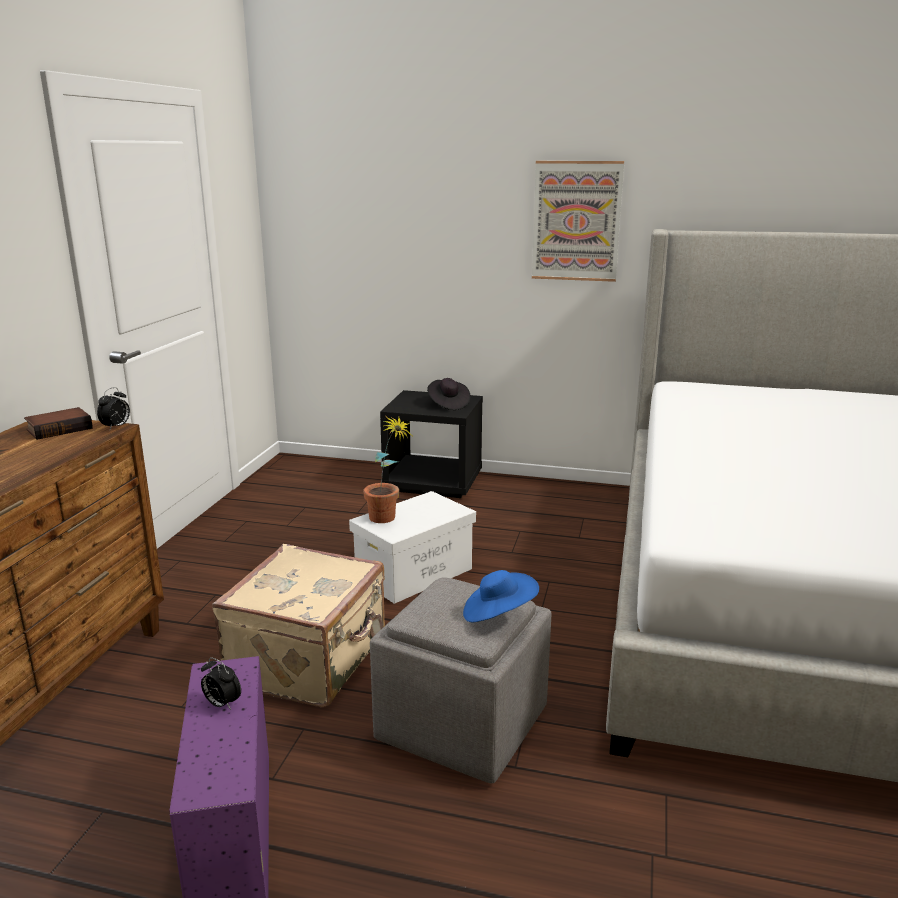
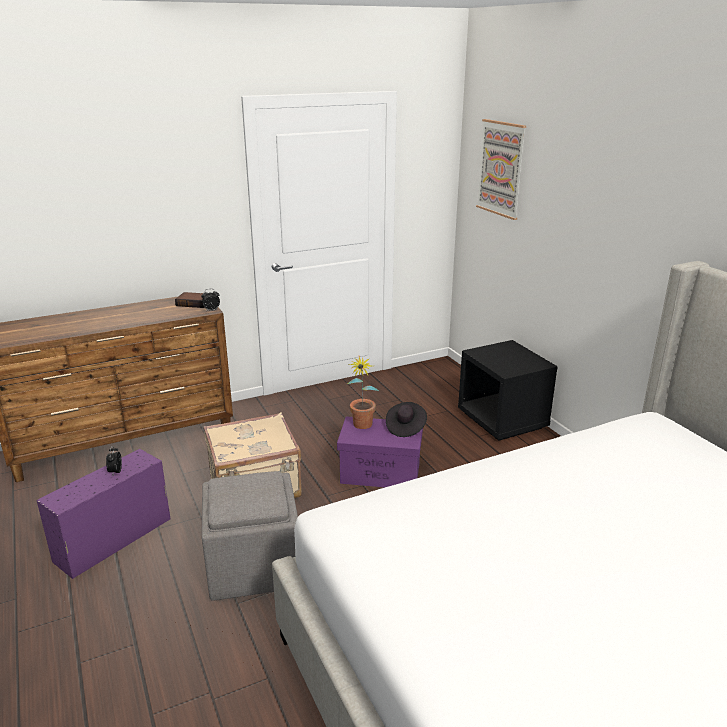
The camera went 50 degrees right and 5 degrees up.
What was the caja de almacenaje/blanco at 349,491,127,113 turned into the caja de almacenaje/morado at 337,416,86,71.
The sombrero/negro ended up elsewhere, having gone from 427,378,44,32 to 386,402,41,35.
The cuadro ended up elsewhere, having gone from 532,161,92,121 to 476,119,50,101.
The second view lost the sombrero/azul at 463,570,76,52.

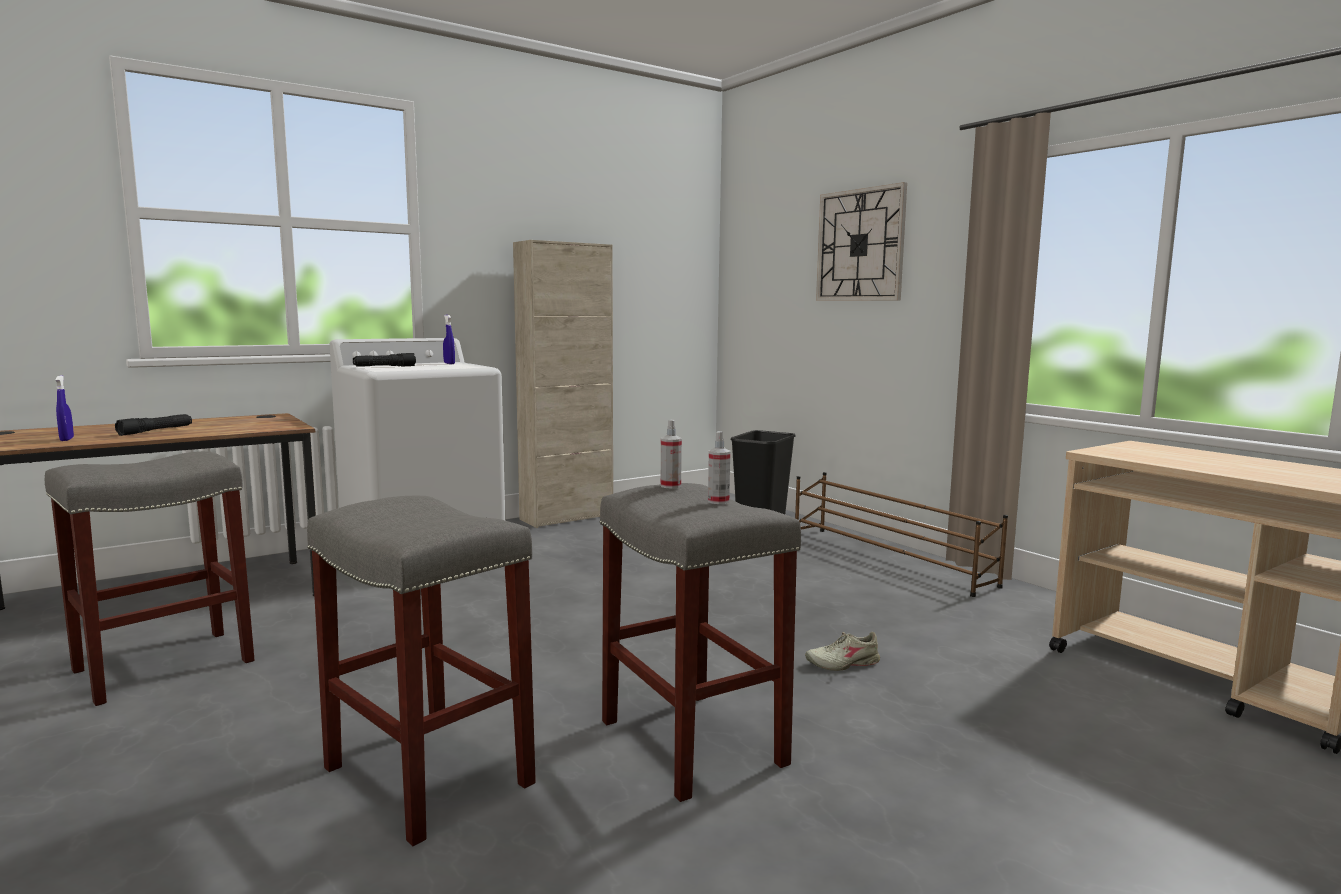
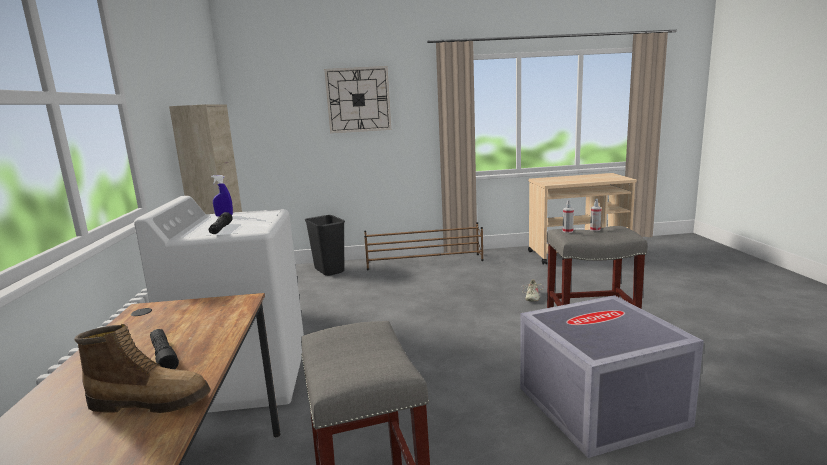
The camera went 60 degrees left and 5 degrees up.
Where the pulverizador/azul stood at 56,375,18,66, the bota came to stand at 74,324,137,89.
Where the taburete/gris stood at 307,496,229,350, the caja de almacenaje/gris came to stand at 520,295,184,163.

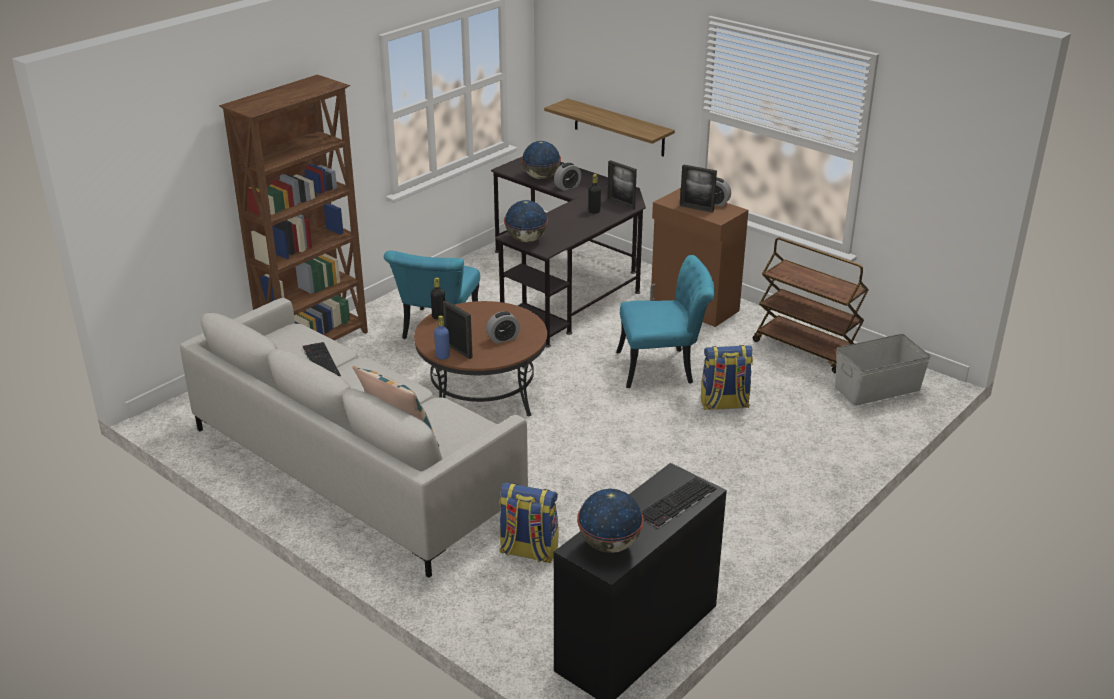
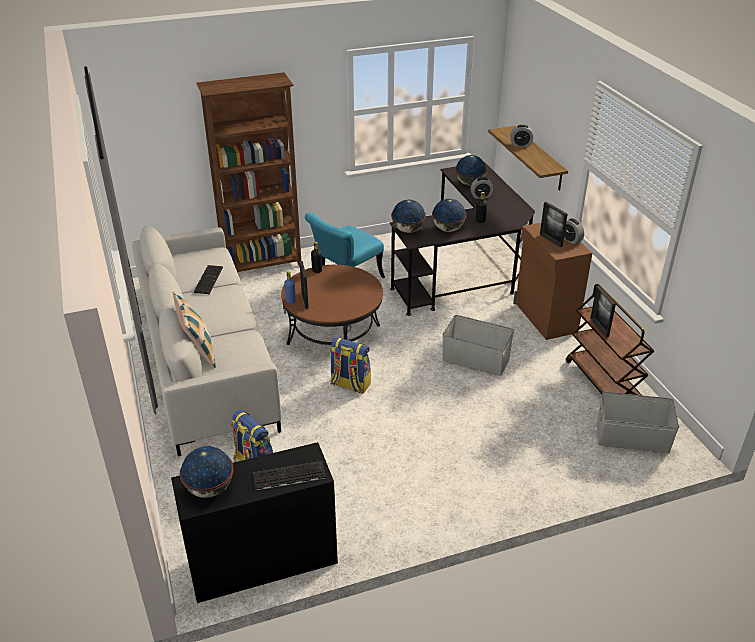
The camera went 30 degrees right and 5 degrees up.
The mochila ended up elsewhere, having gone from 701,345,52,65 to 330,337,41,57.
The second view gained the globo terráqueo at 432,199,35,33.
Where the silla/turquesa stood at 616,255,99,133, the caja de almacenaje/gris came to stand at 442,315,72,61.
The despertador ended up elsewhere, having gone from 486,311,34,33 to 510,125,23,22.
The portarretratos ended up elsewhere, having gone from 607,160,30,50 to 590,286,26,51.

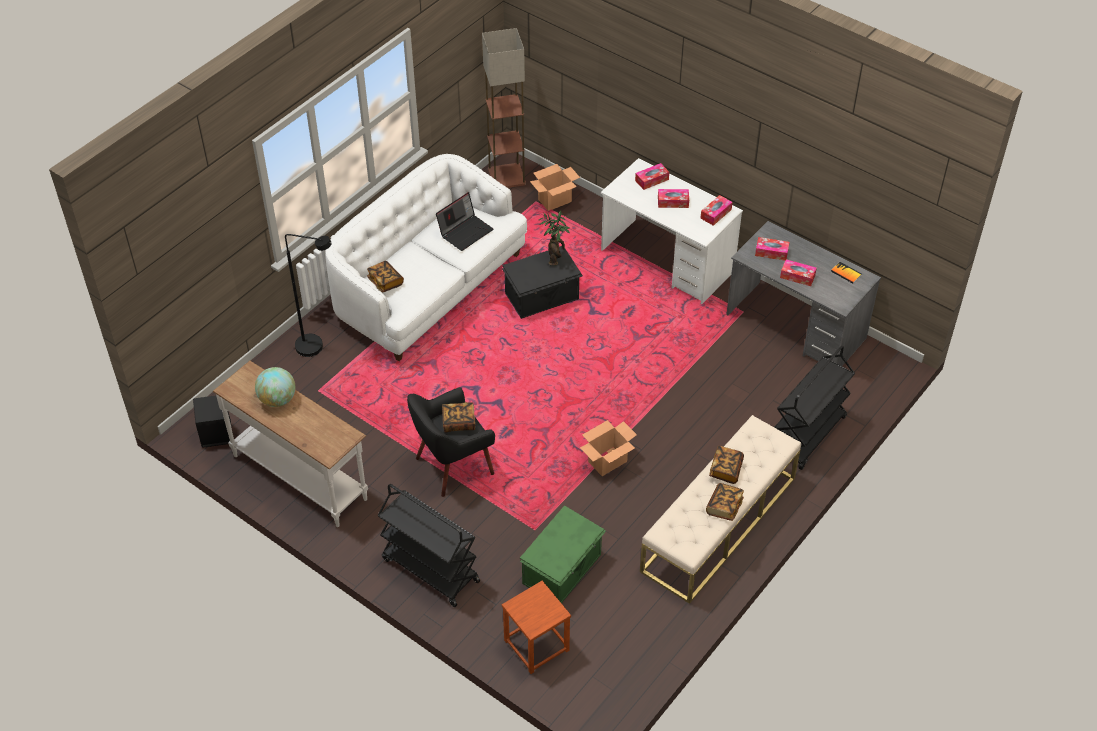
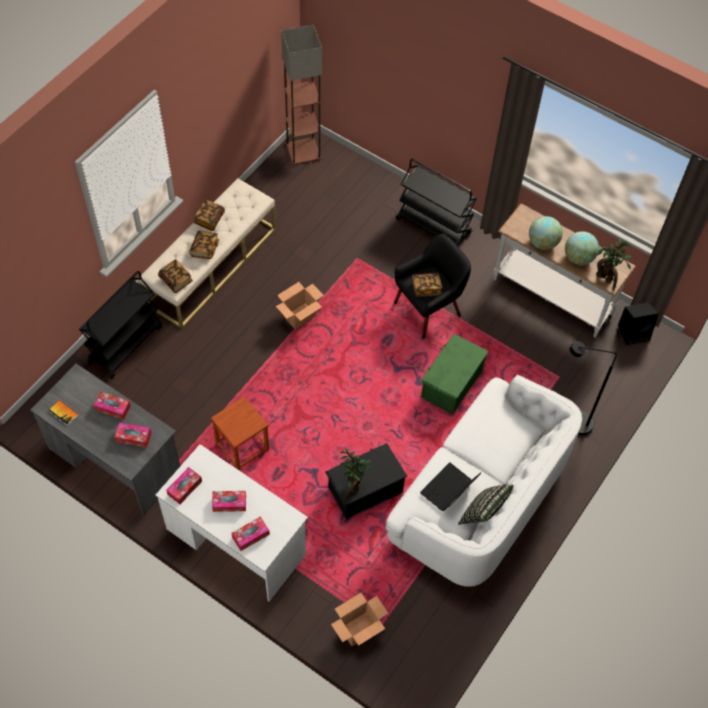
The camera went 175 degrees right and 10 degrees up.
The libro ended up elsewhere, having gone from 367,261,37,31 to 158,259,35,34.
The taburete/marrón ended up elsewhere, having gone from 502,581,69,93 to 211,396,58,74.
The lámpara de pie ended up elsewhere, having gone from 482,28,44,160 to 281,25,41,140.
The caja de almacenaje/verde ended up elsewhere, having gone from 520,505,86,98 to 420,334,69,81.
The second view gained the cojín at 458,484,55,41.
The second view gained the globo terráqueo at 529,216,34,34.
The second view gained the planta en maceta at 596,239,36,52.

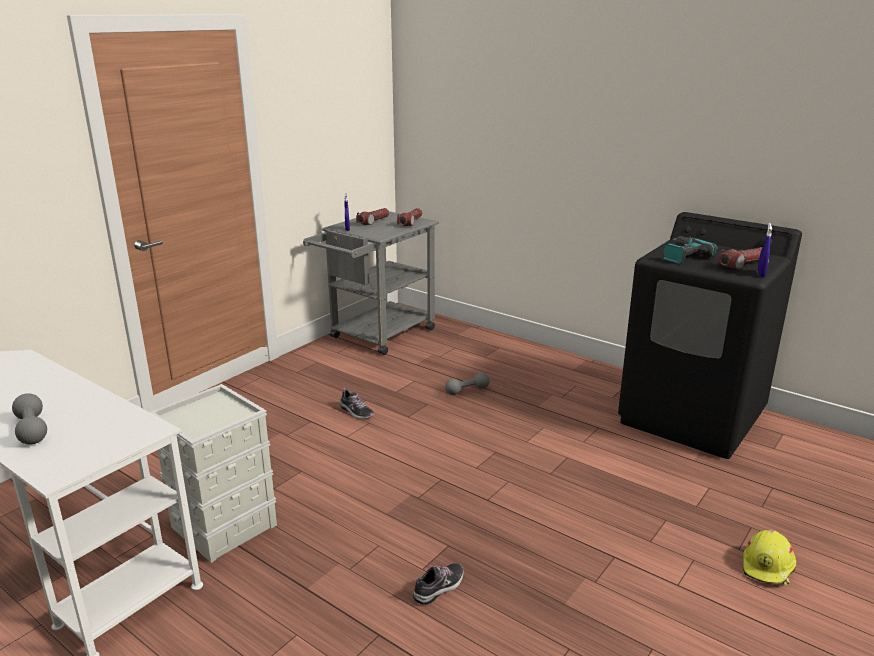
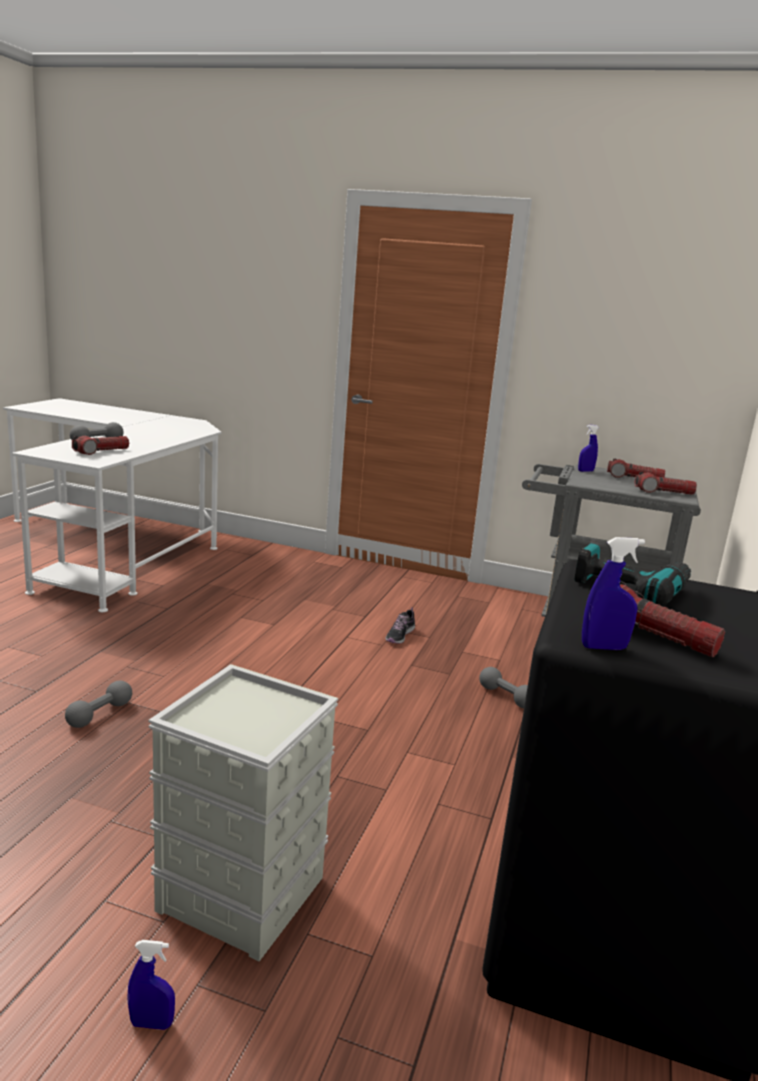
The camera went 70 degrees right and 5 degrees down.
Where the zapato stood at 413,563,51,41, the mancuerna/gris came to stand at 65,681,67,47.
The second view gained the linterna at 72,436,57,19.
Where the casco/amarillo stood at 743,530,53,55, the pulverizador/azul came to stand at 127,940,48,90.
The caja de almacenaje/gris ended up elsewhere, having gone from 150,384,127,179 to 149,664,189,297.

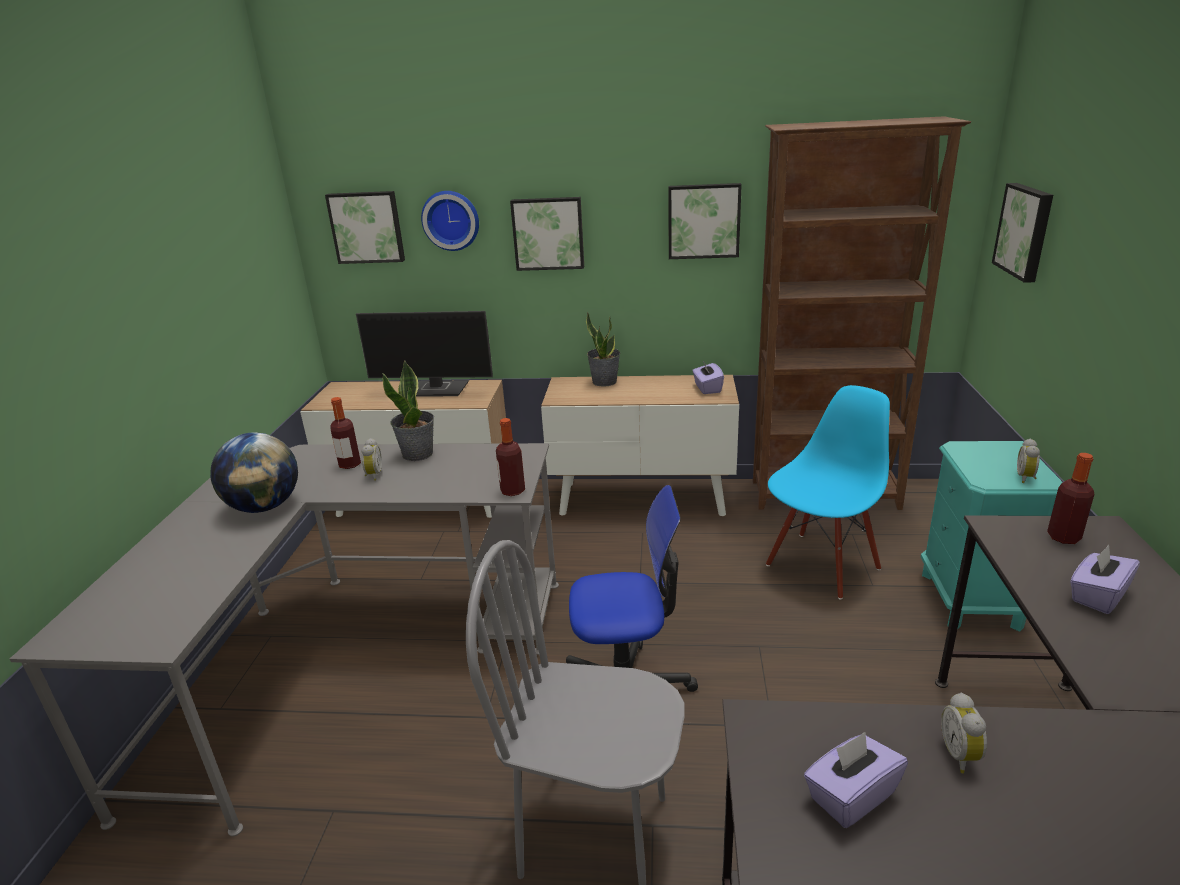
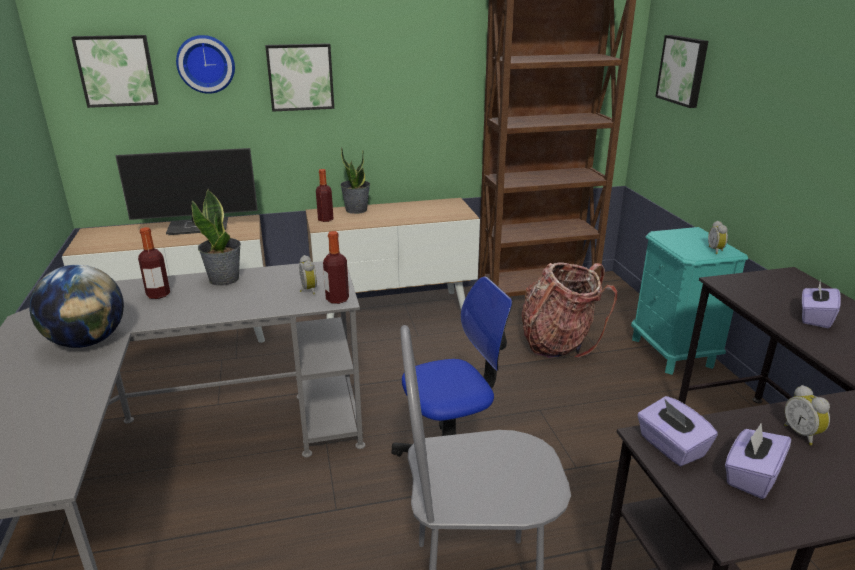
The camera went 20 degrees left and 0 degrees up.
The despertador ended up elsewhere, having gone from 362,438,20,43 to 299,255,18,40.
The botella ended up elsewhere, having gone from 1047,453,47,91 to 316,169,18,53.
Where the silla/azul stood at 766,385,124,215, the mochila came to stand at 522,262,95,96.
The caja de pañuelos/morado ended up elsewhere, having gone from 692,361,32,33 to 637,396,81,70.
The second view lost the cuadro at 668,183,74,76.

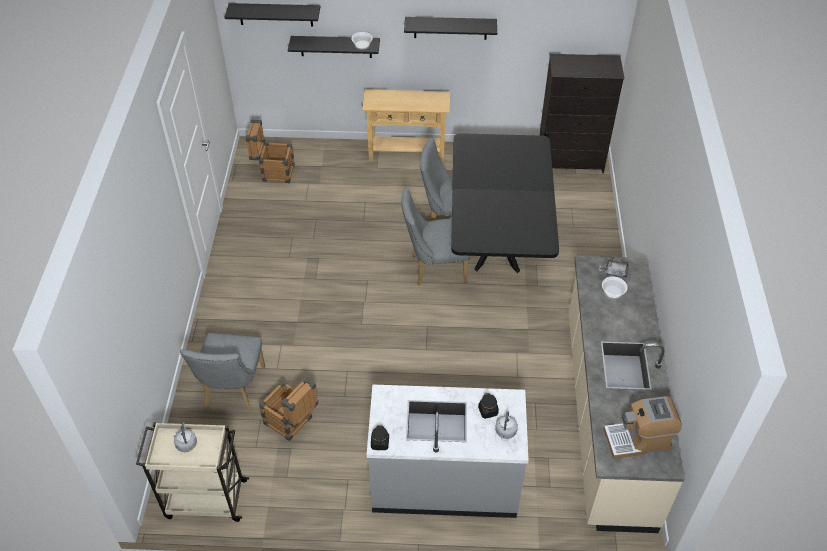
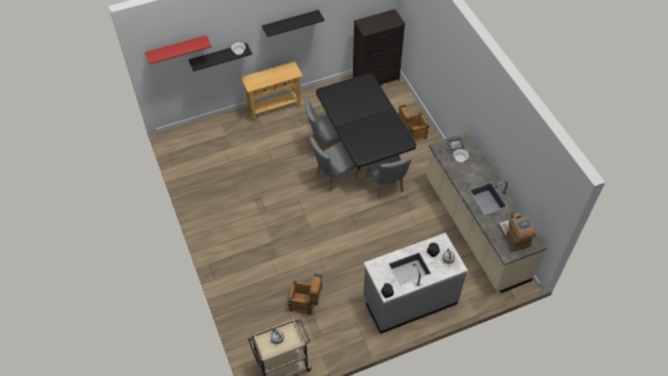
The camera went 25 degrees left and 5 degrees up.
What was the estante/negro at 225,3,95,24 turned into the estante/rojo at 145,35,67,29.
The silla/gris ended up elsewhere, having gone from 180,333,85,78 to 366,155,46,44.
The caja de embalaje ended up elsewhere, having gone from 246,119,49,64 to 399,104,30,37.
The cafetera at 603,396,79,63 ended up facing another way, 105 degrees clockwise from before.

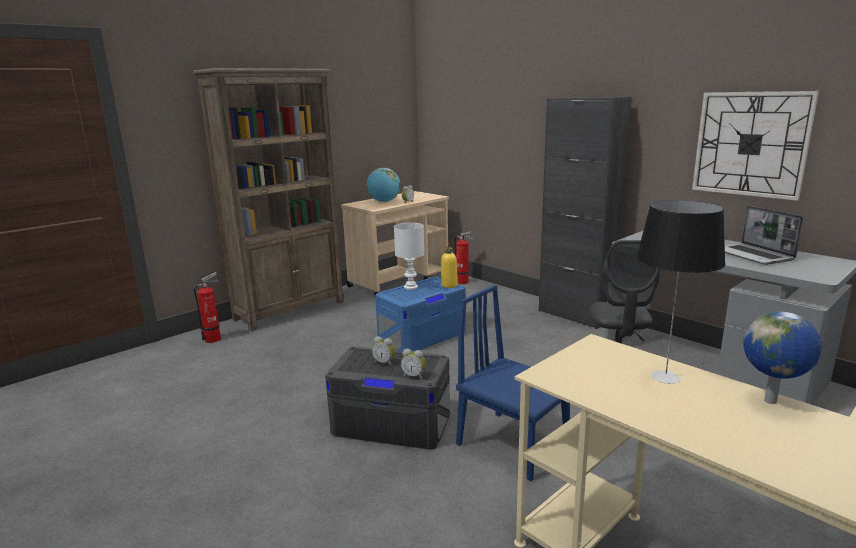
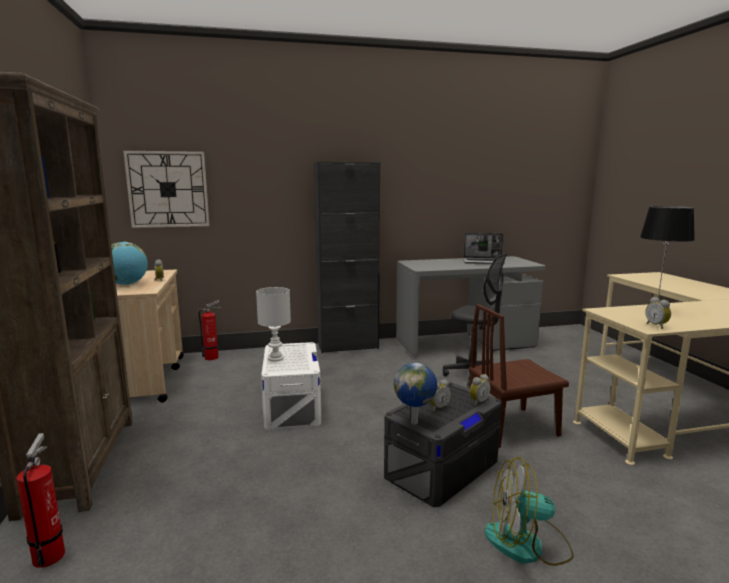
The camera went 60 degrees left and 5 degrees down.
The reloj de pared ended up elsewhere, having gone from 692,91,127,110 to 123,151,87,77.
What was the caja de almacenaje/azul at 375,277,91,75 turned into the caja de almacenaje/blanco at 261,342,61,88.
The globo terráqueo ended up elsewhere, having gone from 743,311,79,93 to 394,363,43,62.
What was the silla/azul at 456,285,114,196 turned into the silla/marrón at 468,304,101,144.
The second view gained the ventilador at 485,457,89,109.
The second view gained the despertador at 645,297,26,32.
The second view lost the botella/amarillo at 441,247,17,41.

